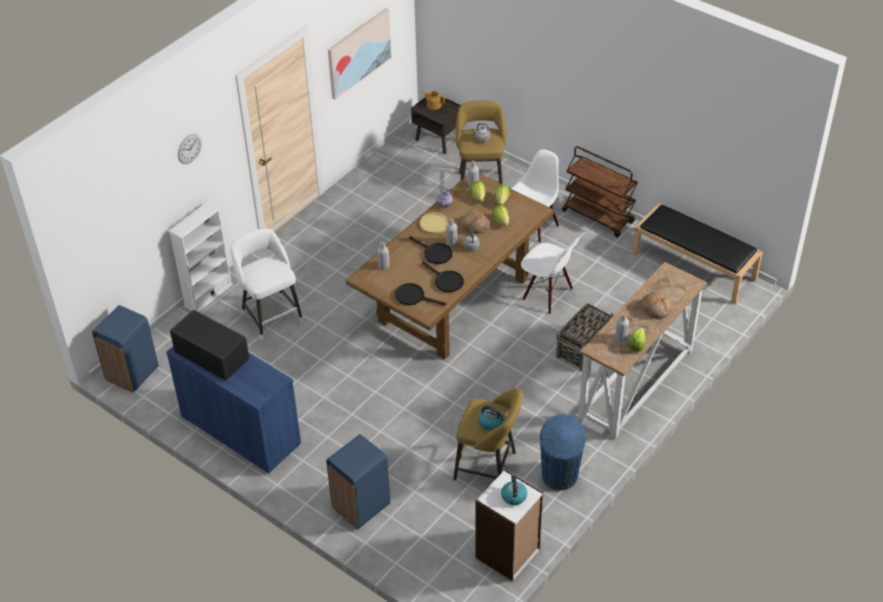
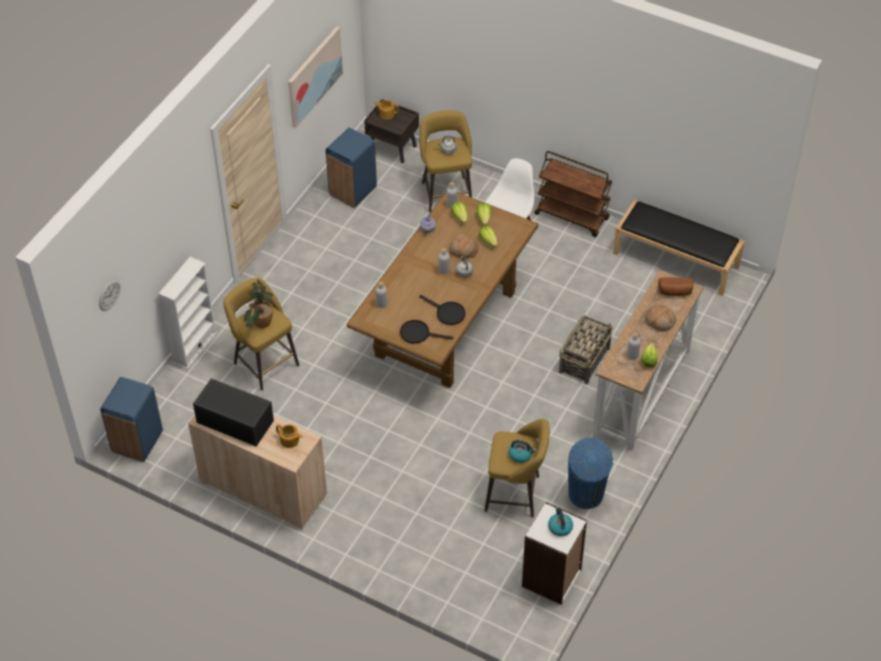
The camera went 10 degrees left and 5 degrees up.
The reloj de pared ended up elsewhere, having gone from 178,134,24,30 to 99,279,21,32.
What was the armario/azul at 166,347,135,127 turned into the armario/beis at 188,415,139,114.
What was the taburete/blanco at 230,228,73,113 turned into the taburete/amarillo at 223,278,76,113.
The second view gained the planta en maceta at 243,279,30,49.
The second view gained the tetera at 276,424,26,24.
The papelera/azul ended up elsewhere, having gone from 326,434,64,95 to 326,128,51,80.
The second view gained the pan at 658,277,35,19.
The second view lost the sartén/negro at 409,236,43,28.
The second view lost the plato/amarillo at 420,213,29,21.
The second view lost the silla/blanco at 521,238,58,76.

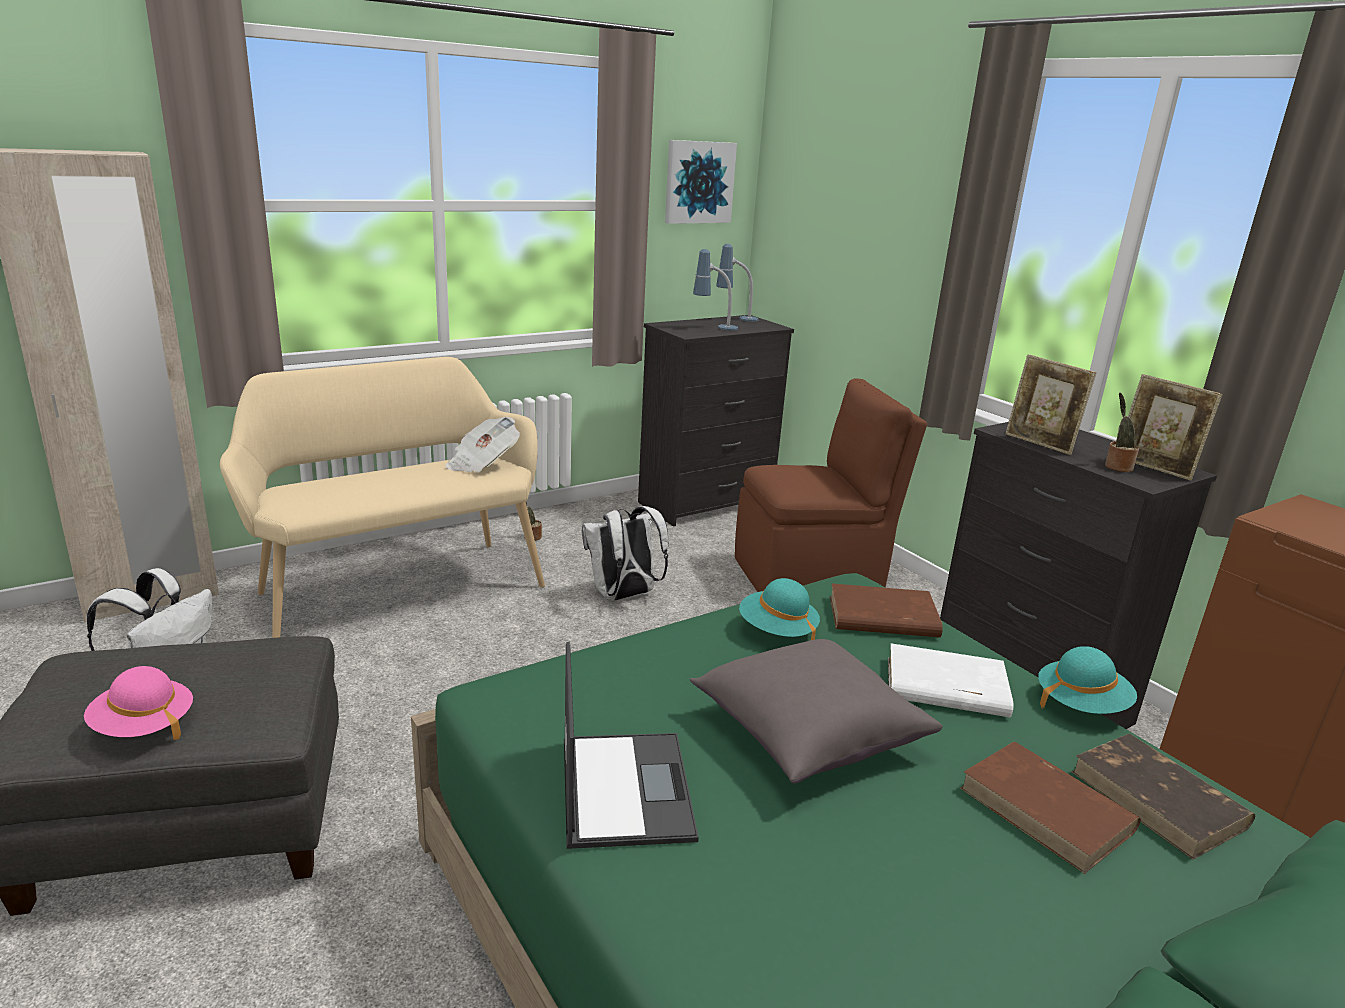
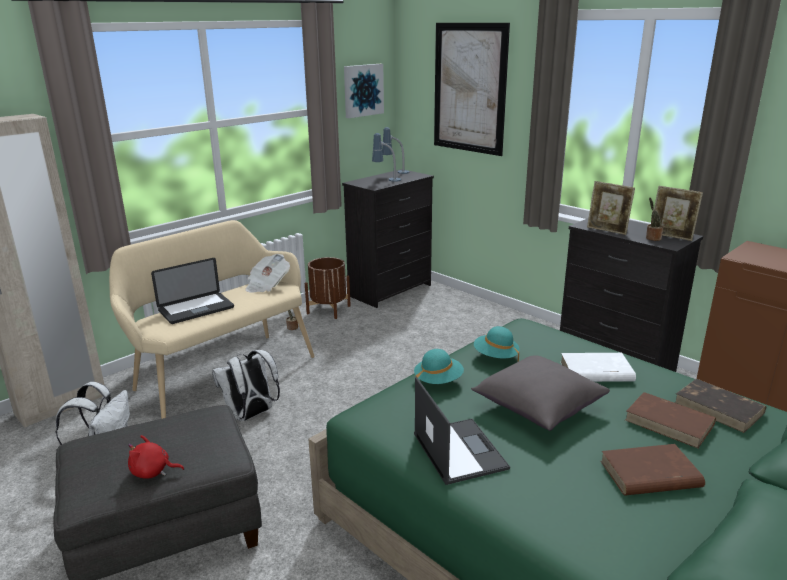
The camera went 10 degrees left and 0 degrees up.
Where the sombrero/rosa stood at 84,666,109,74, the peluche/rojo came to stand at 128,435,56,44.
The second view gained the portátil at 151,258,83,66.
The mochila/blanco ended up elsewhere, having gone from 582,506,86,95 to 212,350,68,71.
The second view gained the maceta/marrón at 305,257,46,62.
The sombrero/turquesa ended up elsewhere, having gone from 1038,646,99,68 to 414,349,50,35.
The second view gained the cuadro at 434,23,76,133.
The libro/marrón ended up elsewhere, having gone from 830,583,113,55 to 600,444,105,52.
The second view lost the silla/marrón at 735,378,192,214.

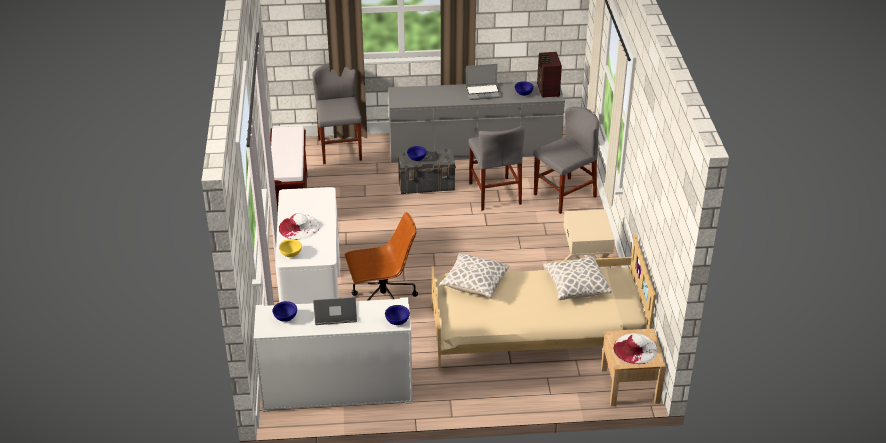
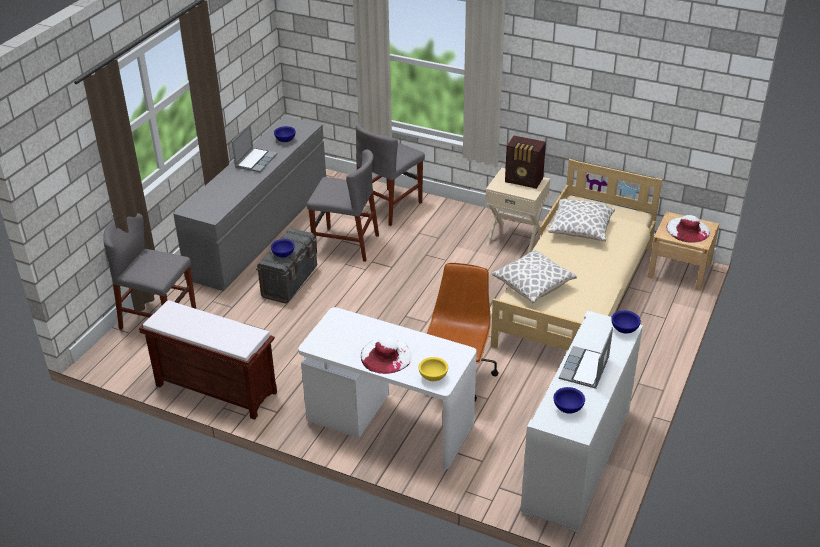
The camera went 60 degrees left and 0 degrees up.
The silla/gris at 533,107,66,107 ended up facing another way, 135 degrees counterclockwise from before.
The radio ended up elsewhere, having gone from 537,52,25,46 to 505,136,41,53.

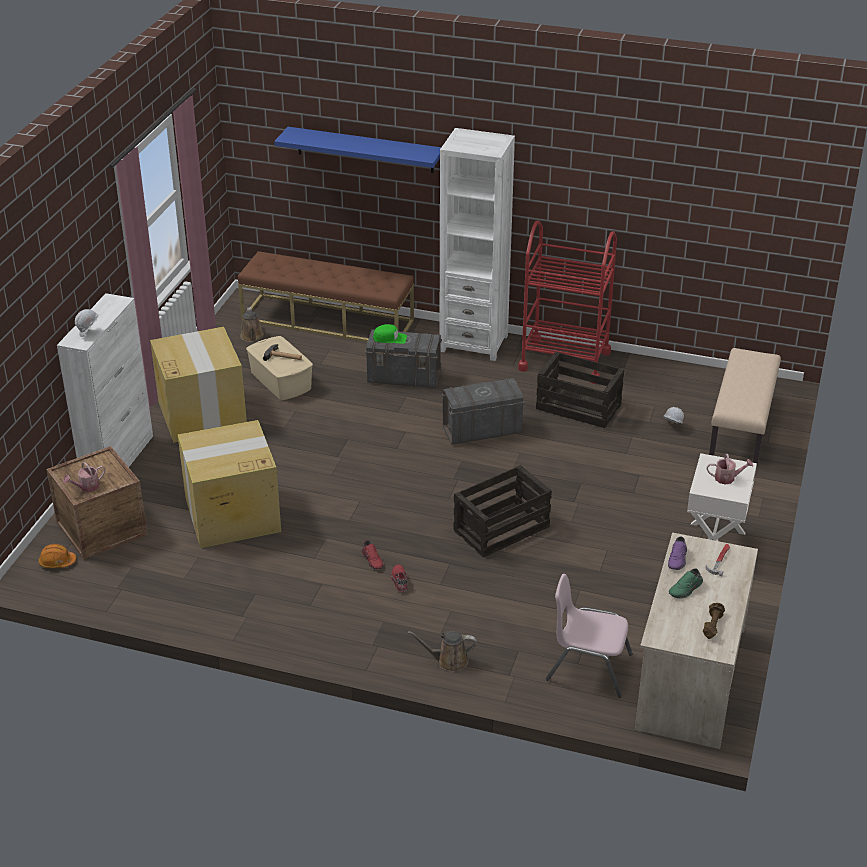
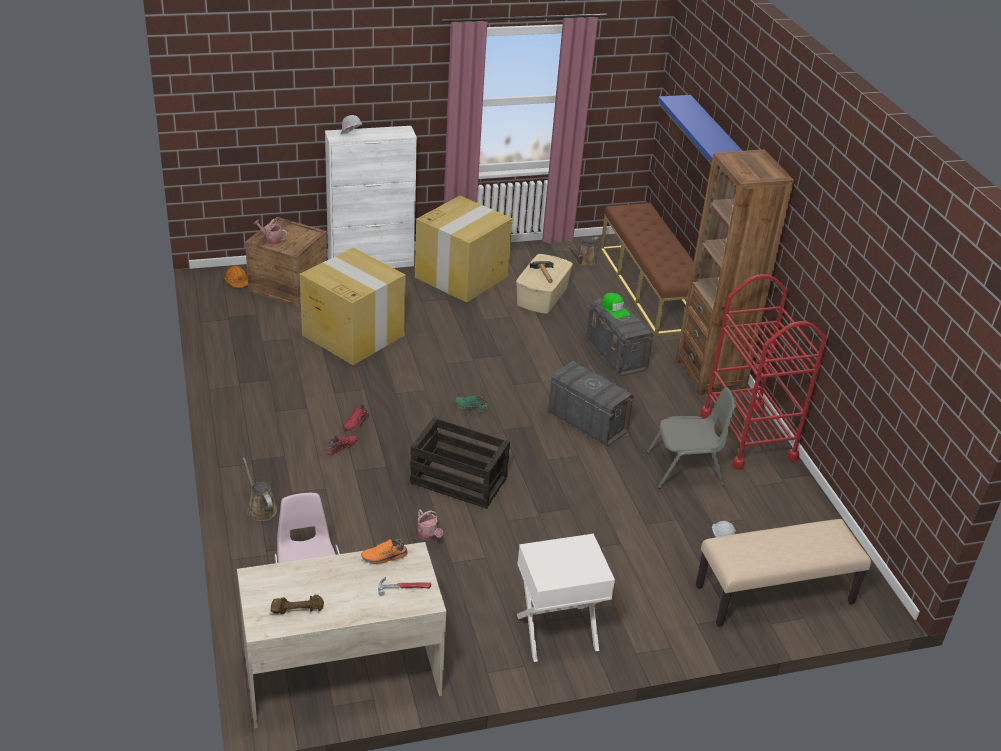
The camera went 55 degrees right and 0 degrees up.
What was the zapato/morado at 668,536,19,34 turned into the zapato/naranja at 361,539,47,26.
The regadera ended up elsewhere, having gone from 707,454,46,31 to 417,509,26,31.
The zapato/verde ended up elsewhere, having gone from 669,569,34,29 to 455,395,33,17.
Where the caja de embalaje stood at 536,352,88,76, the silla/gris came to stand at 647,387,89,102.
What was the estantería/blanco at 440,128,75,233 turned into the estantería/marrón at 676,149,118,246.

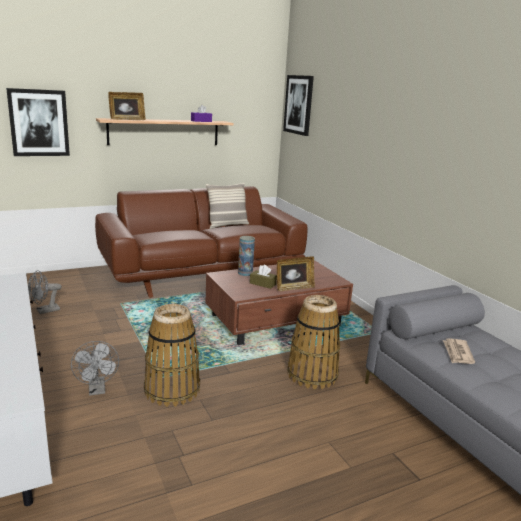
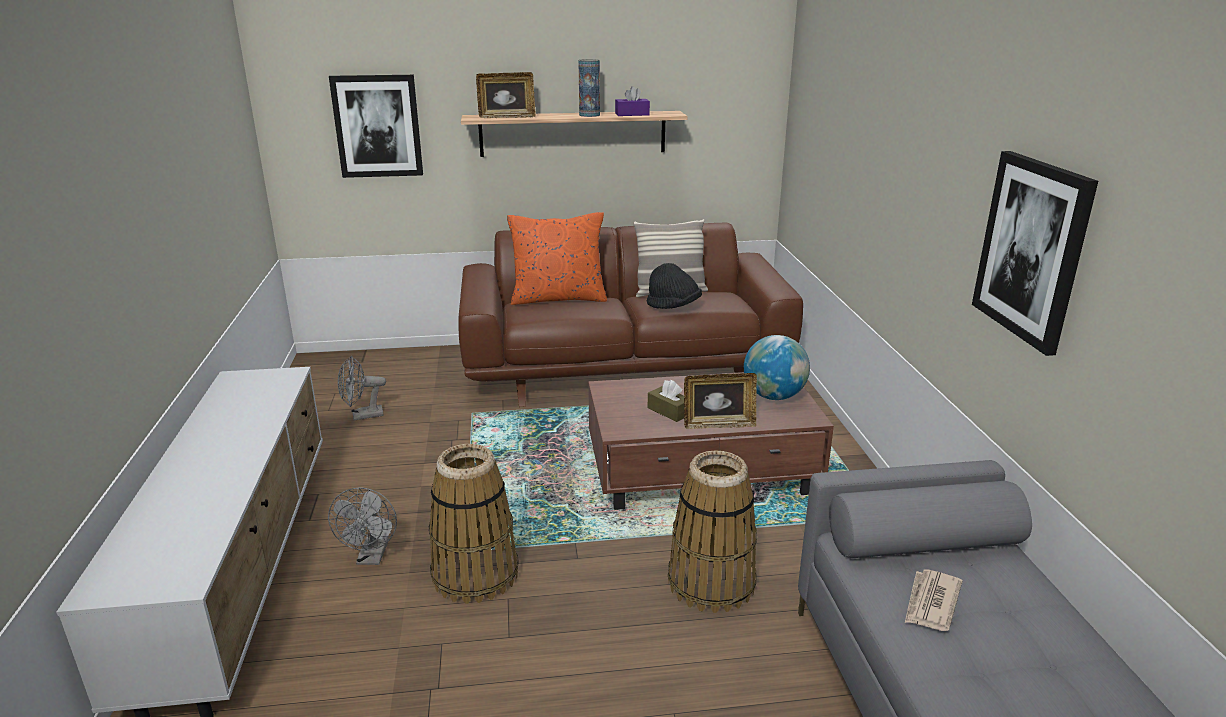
The camera went 20 degrees right and 5 degrees up.
The second view gained the cojín/naranja at 507,212,100,93.
The florero ended up elsewhere, having gone from 238,236,17,40 to 578,59,22,58.
The second view gained the sombrero/negro at 647,263,55,46.
The second view gained the globo terráqueo at 744,335,66,65.
The cuadro ended up elsewhere, having gone from 283,75,31,61 to 972,151,126,205.

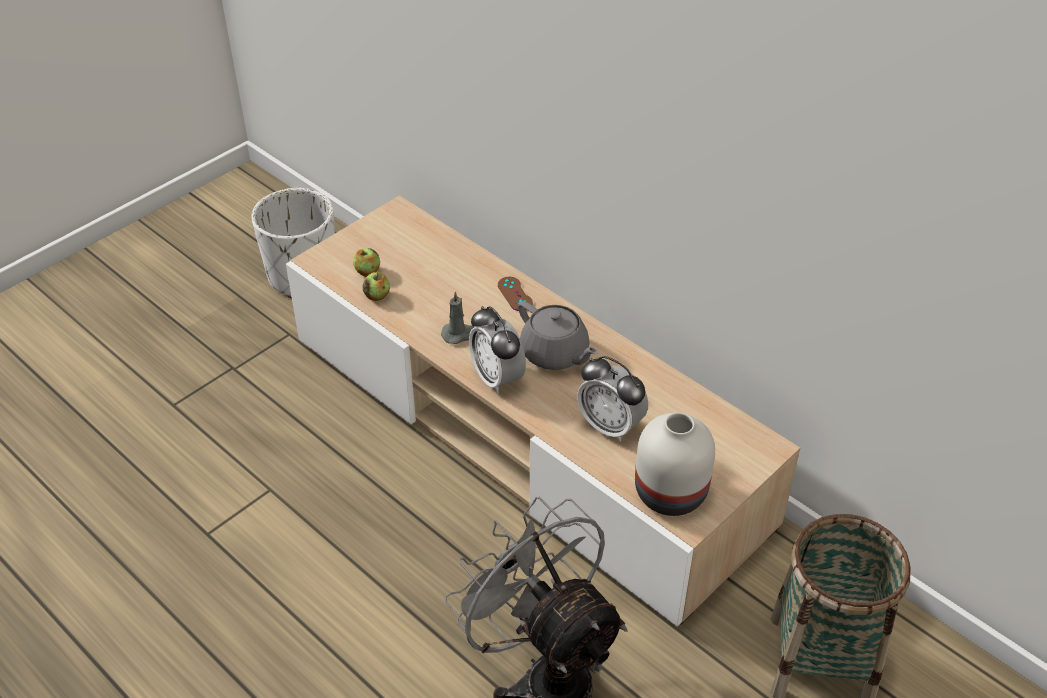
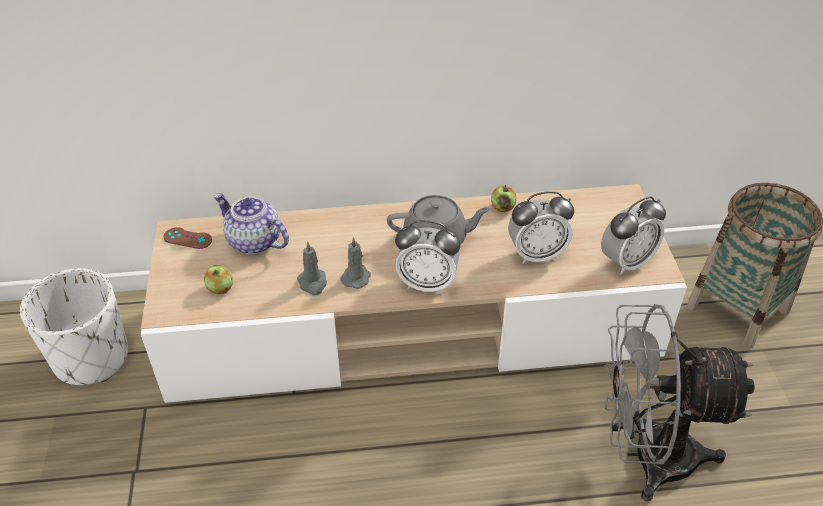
The camera went 50 degrees left and 0 degrees up.
The mando de consola/marrón ended up elsewhere, having gone from 498,277,35,34 to 164,227,48,22.
The second view gained the tetera at 213,193,76,62.
The second view gained the vela/gris at 297,241,30,55.
The manzana ended up elsewhere, having gone from 362,272,28,29 to 491,185,26,27.
Where the florero/blanco stood at 635,412,80,104, the despertador came to stand at 601,196,65,79.

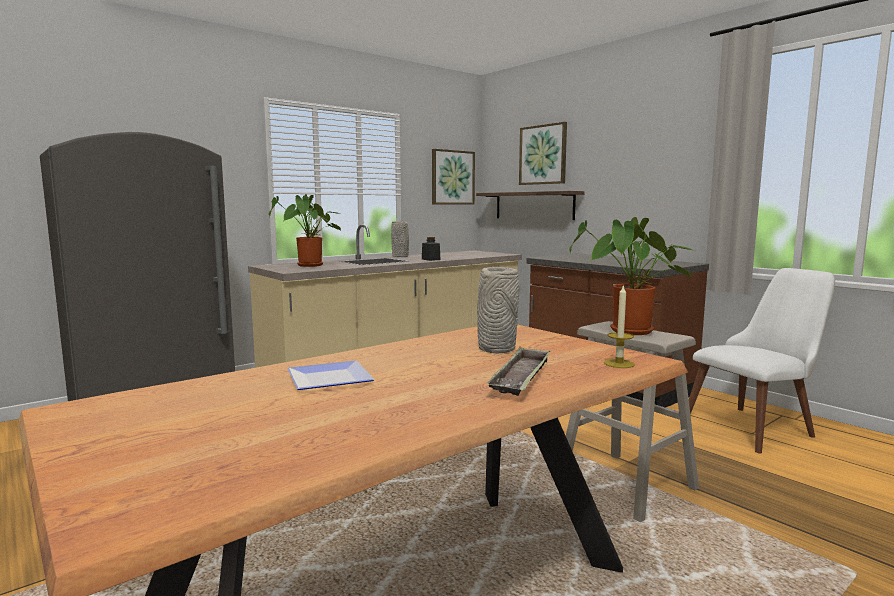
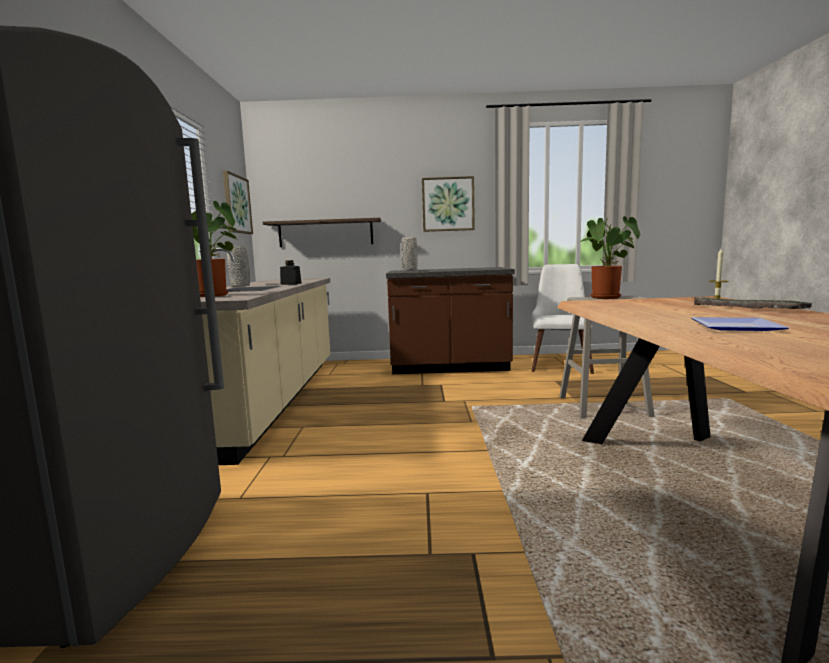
The camera went 50 degrees left and 0 degrees up.
The florero/gris ended up elsewhere, having gone from 477,267,42,86 to 401,237,17,34.
The cuadro ended up elsewhere, having gone from 519,122,48,63 to 422,176,53,56.

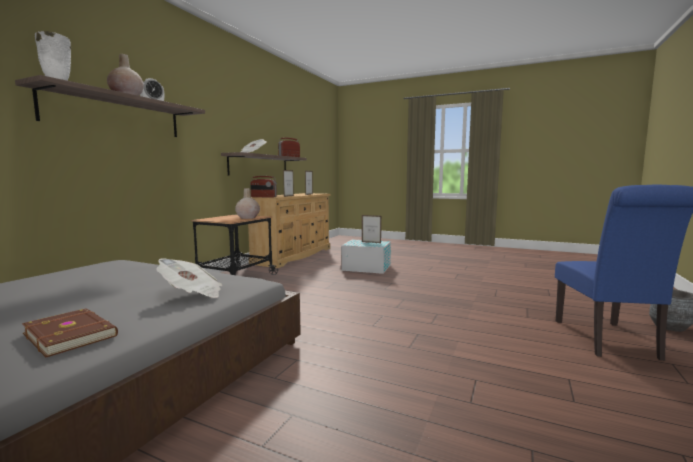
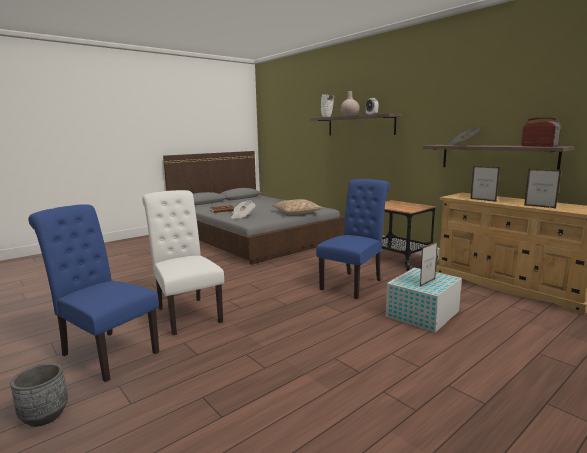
The camera went 115 degrees right and 5 degrees up.
The second view gained the silla/blanco at 142,190,82,145.
The second view gained the cojín/beis at 272,199,51,16.
The second view gained the silla/azul at 316,179,74,120.
The second view lost the florero/beis at 235,188,25,31.
The second view lost the radio at 250,176,27,22.

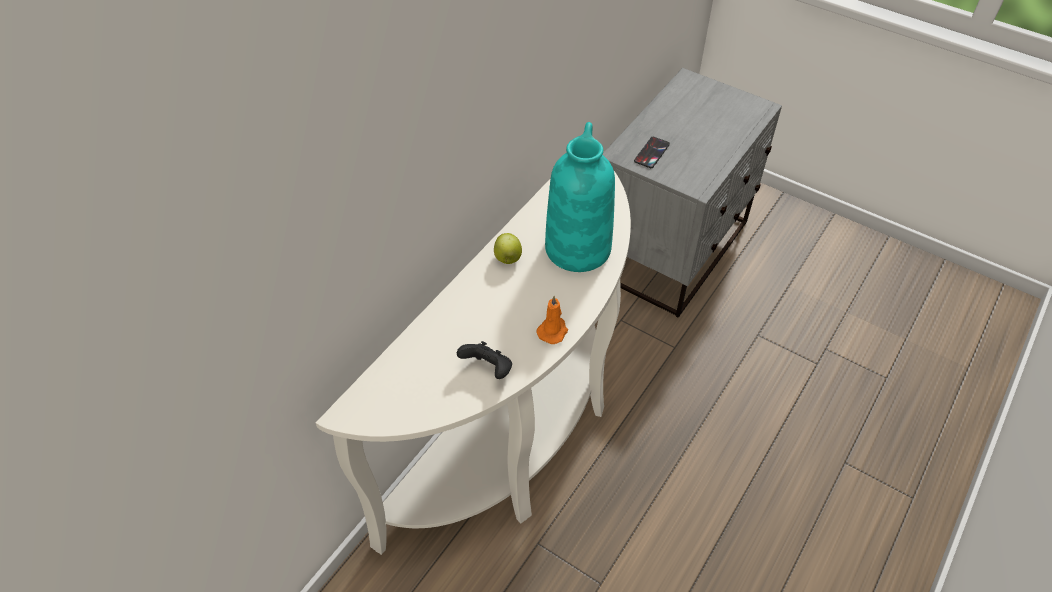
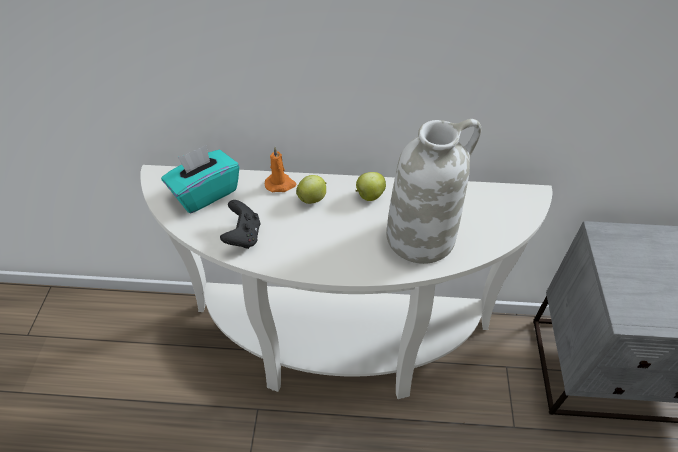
The camera went 60 degrees right and 0 degrees up.
The second view gained the caja de pañuelos/turquesa at 161,145,78,68.
The vela/naranja ended up elsewhere, having gone from 537,296,31,48 to 265,147,31,45.
The second view gained the manzana at 296,175,30,29.
What was the florero/turquesa at 545,122,70,150 turned into the florero/blanco at 386,119,95,145.
The second view lost the móvil at 634,137,36,31.

